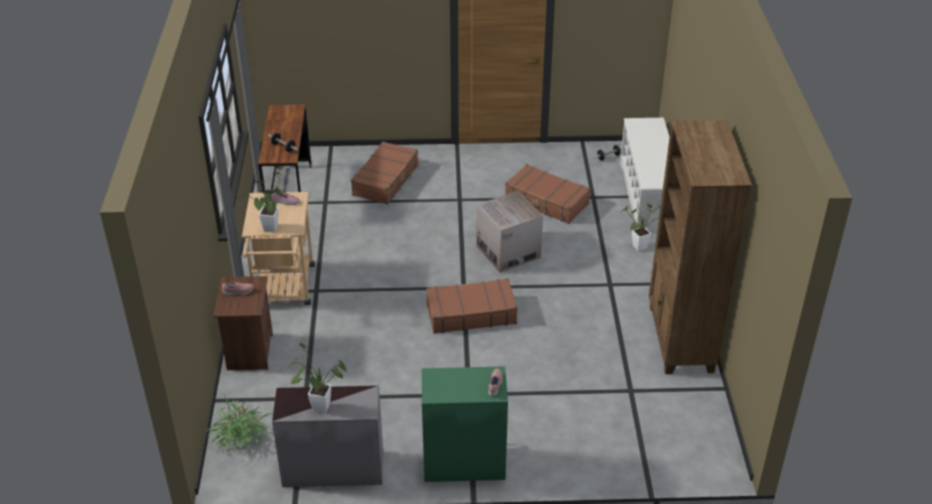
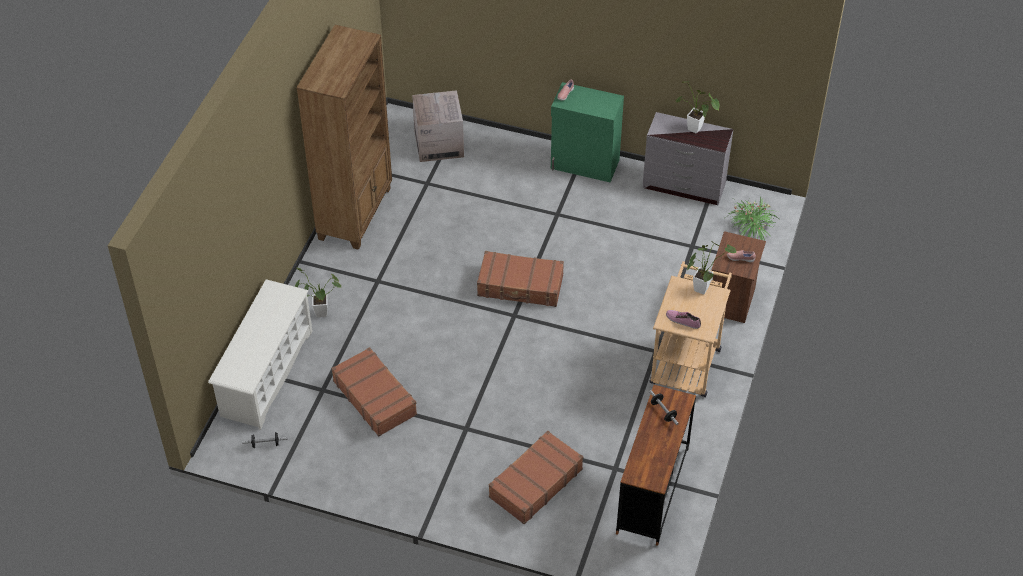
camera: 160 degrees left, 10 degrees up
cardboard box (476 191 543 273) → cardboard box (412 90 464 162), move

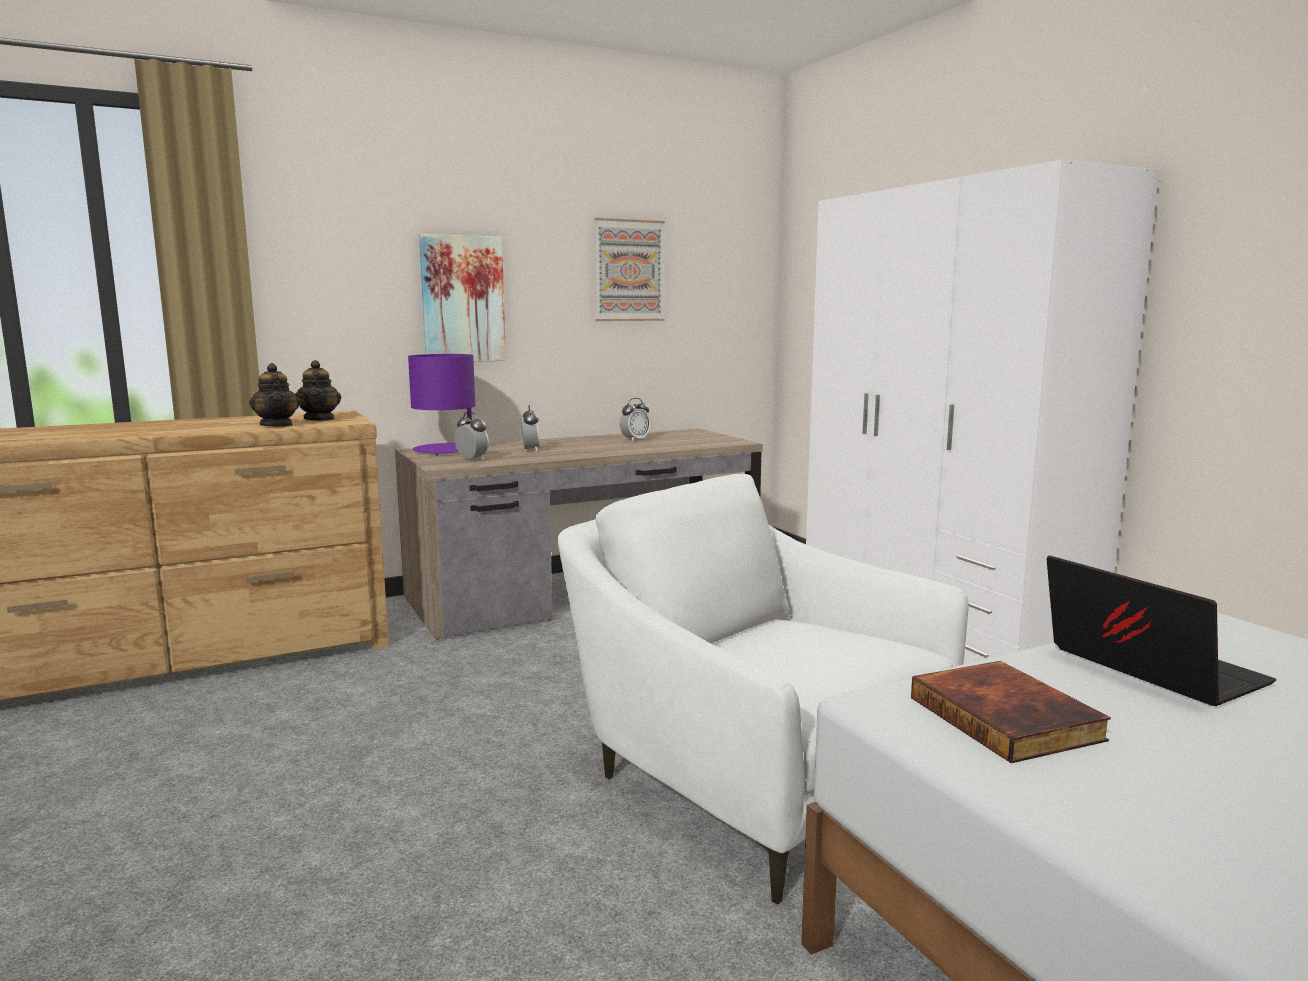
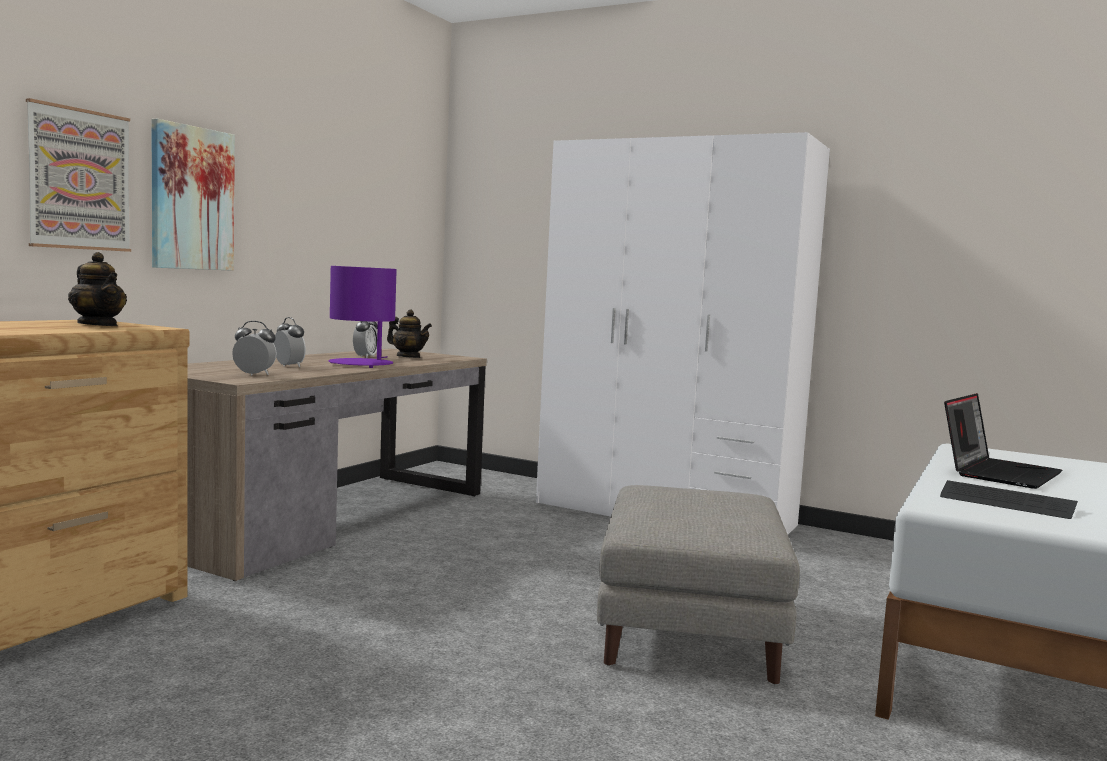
camera: 35 degrees left, 5 degrees down
teapot (249 363 300 427) → teapot (387 309 432 358), move
purple table lamp (408 354 475 456) → purple table lamp (328 266 397 368), move
picture (594 218 665 321) → picture (26 98 131 252), move
white armchair (558 474 969 904) → grey ottoman (597 485 800 684)
book (911 661 1111 763) → keyboard (940 480 1078 519)
laptop (1047 555 1276 706) → laptop (944 393 1062 489), 105 degrees clockwise

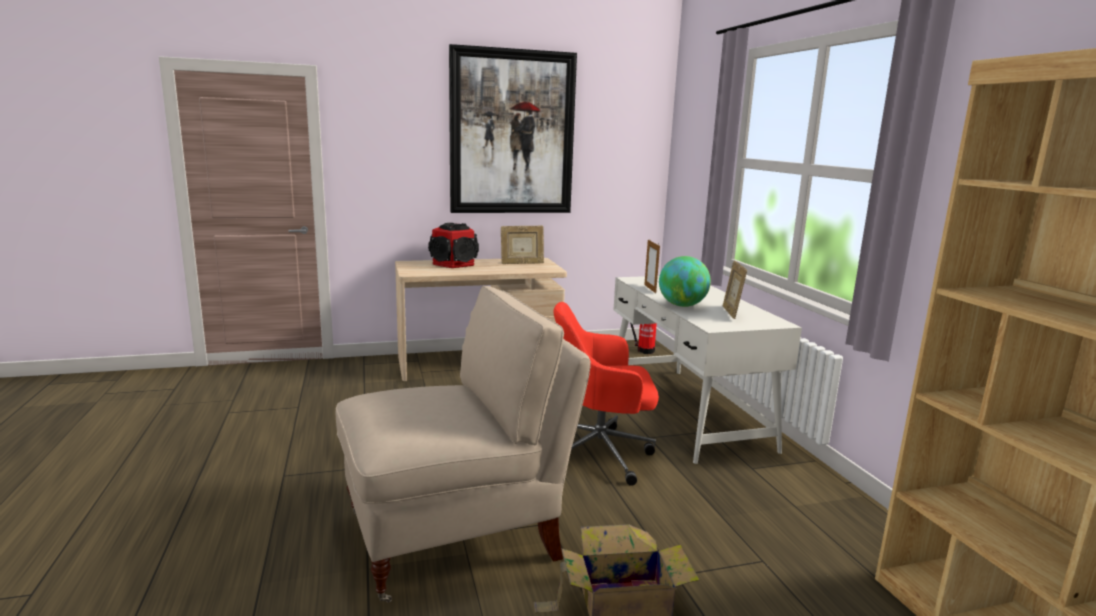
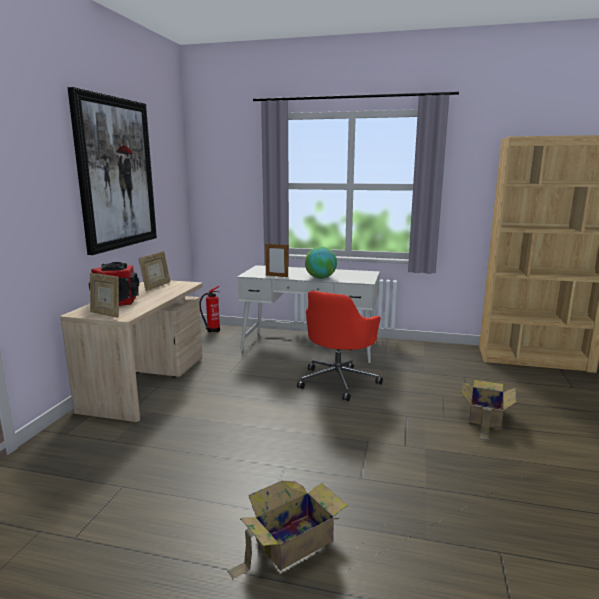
camera: 60 degrees left, 0 degrees up
beige chair (336 286 591 603) → -
- → cardboard box (227 481 348 579)
picture frame (723 261 747 319) → picture frame (90 273 119 318), move

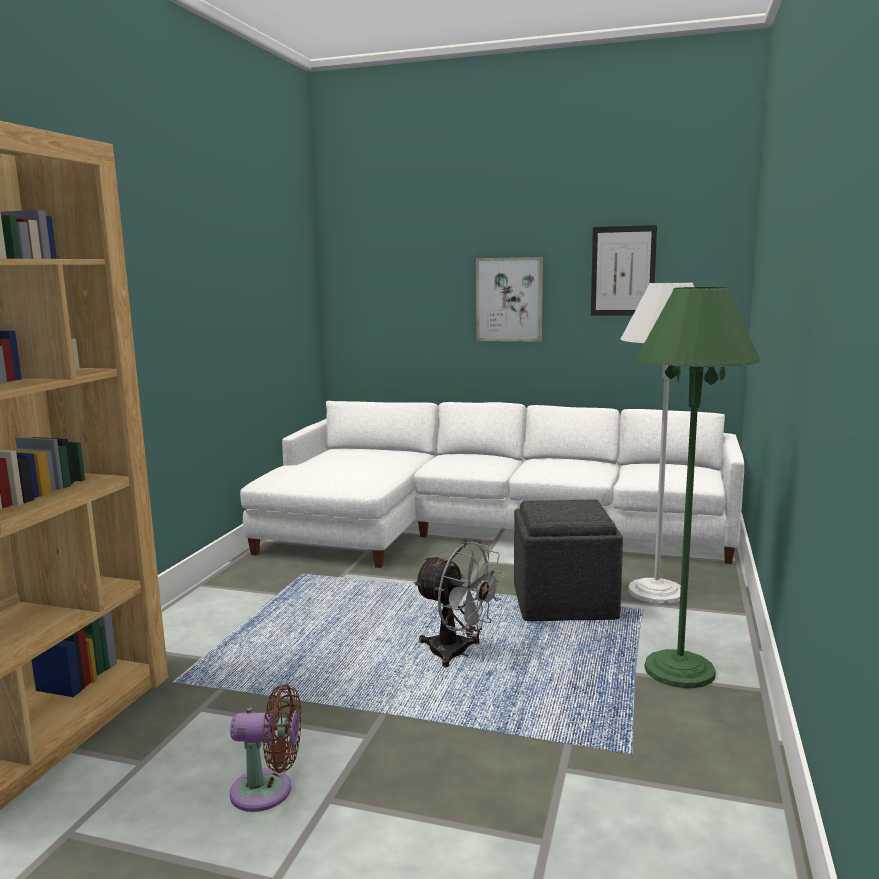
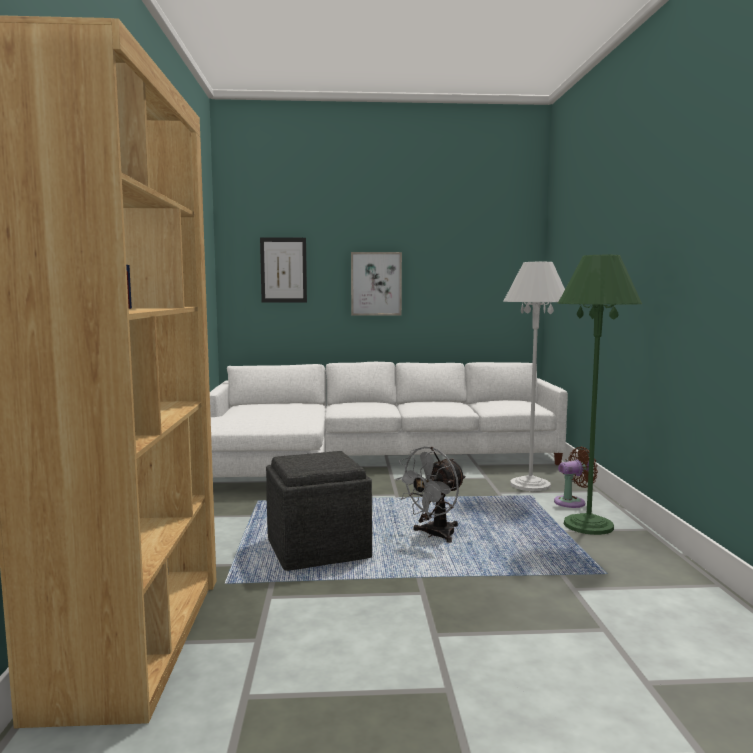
camera: 20 degrees left, 5 degrees down
brown fan (230 684 301 812) → brown fan (554 447 598 508), move
grey ottoman (514 500 623 621) → grey ottoman (266 451 372 571), move
picture (591 225 657 315) → picture (260 237 307 303), move
grey fan (413 541 504 667) → grey fan (395 446 466 543), 120 degrees clockwise

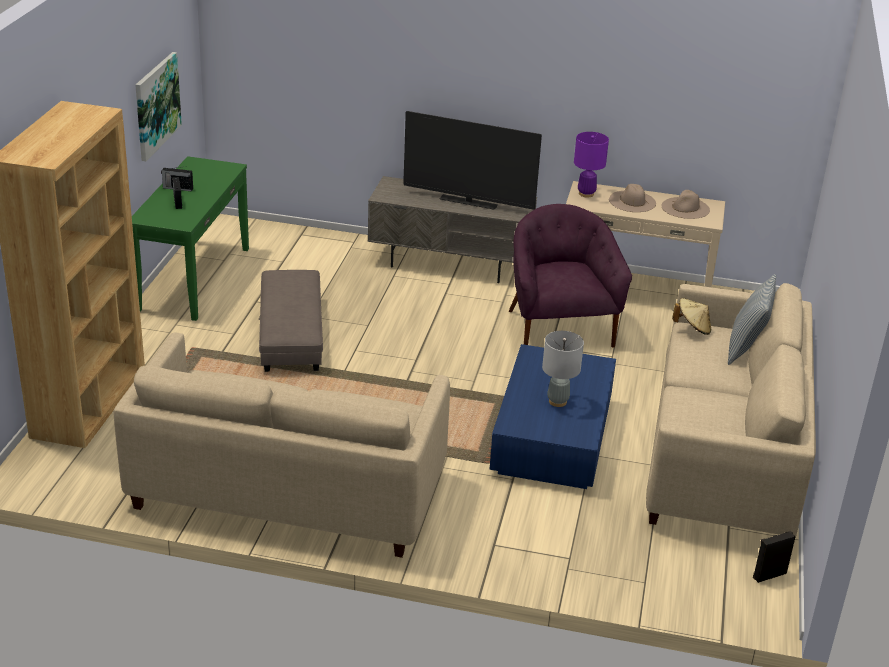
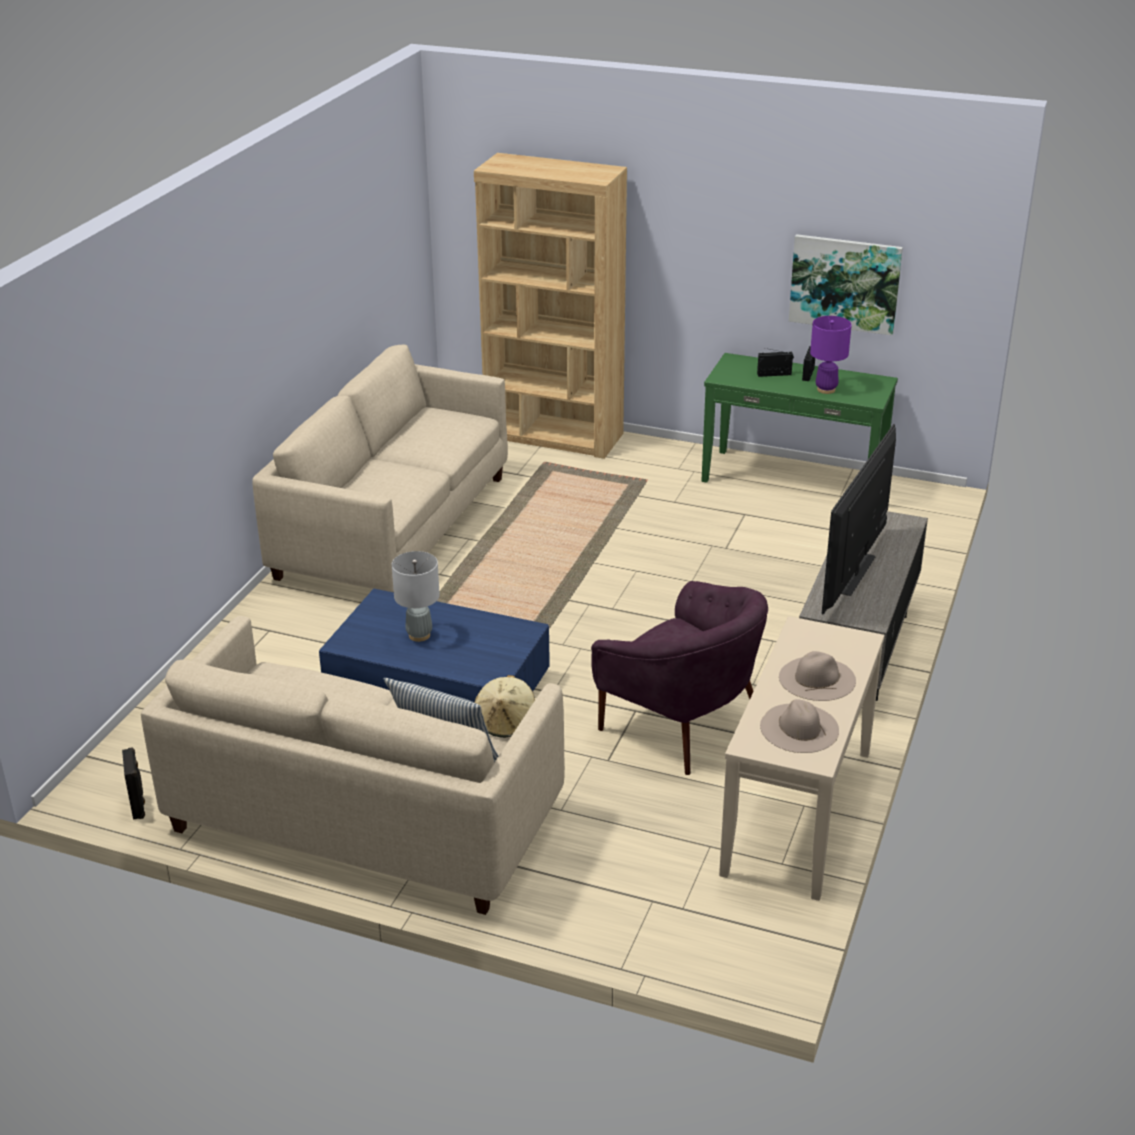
camera: 100 degrees right, 0 degrees up
grey ottoman (259 270 323 372) → -
purple table lamp (574 132 609 198) → purple table lamp (810 316 852 394), move
purple armchair (509 204 632 348) → purple armchair (591 581 768 775), 45 degrees clockwise

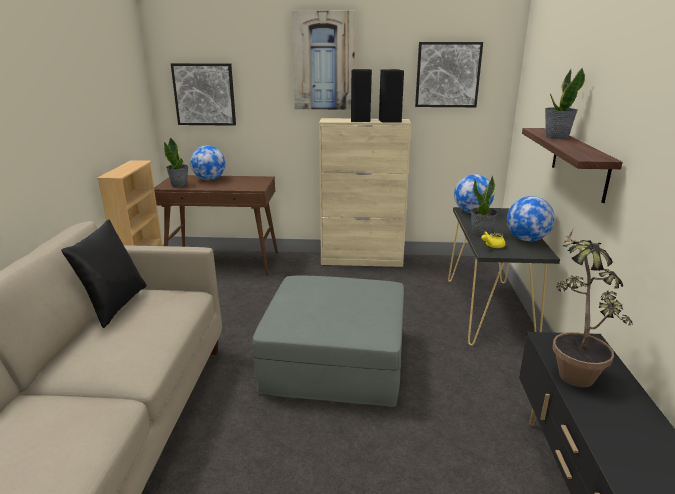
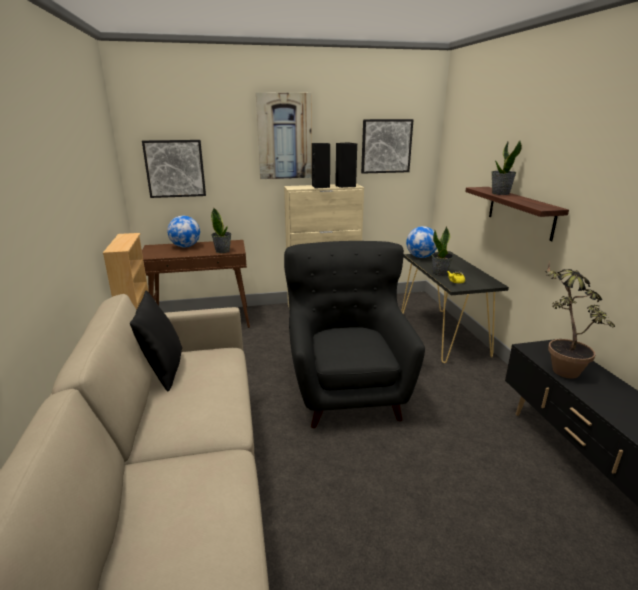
camera: 15 degrees left, 0 degrees up
globe (507 196 555 241) → -
potted plant (164 137 188 188) → potted plant (211 208 231 253), move
grey ottoman (252 276 404 407) → black armchair (284 241 425 428)

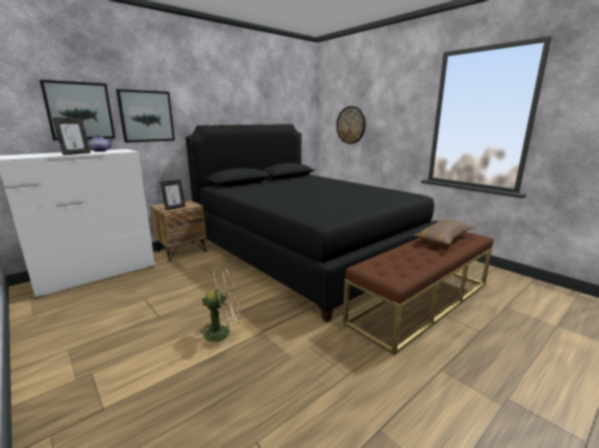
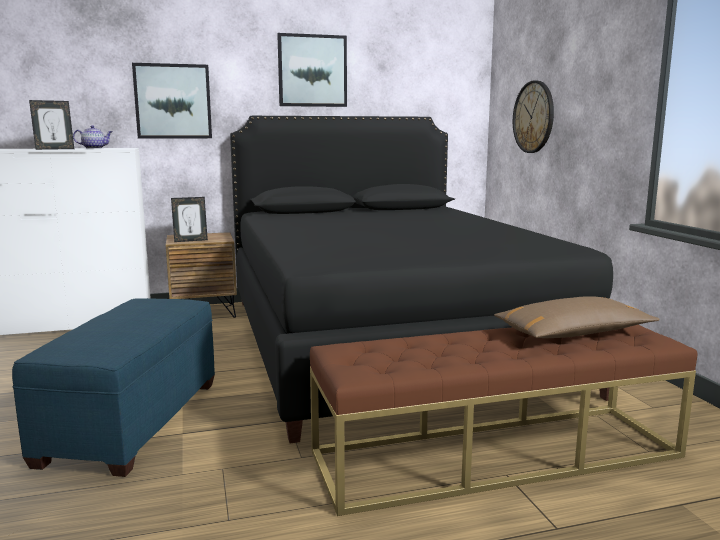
camera: 25 degrees right, 5 degrees down
picture (40 80 115 140) → picture (277 33 347 107), move
beige fan (195 268 241 346) → blue ottoman (12 298 215 477)

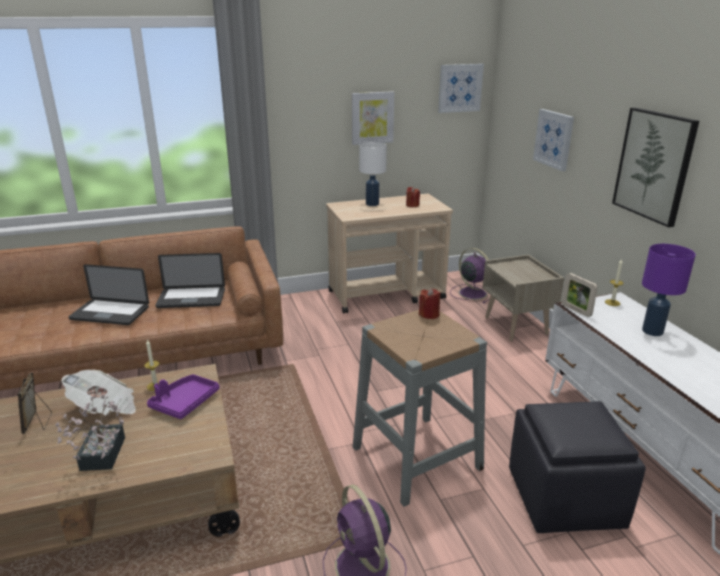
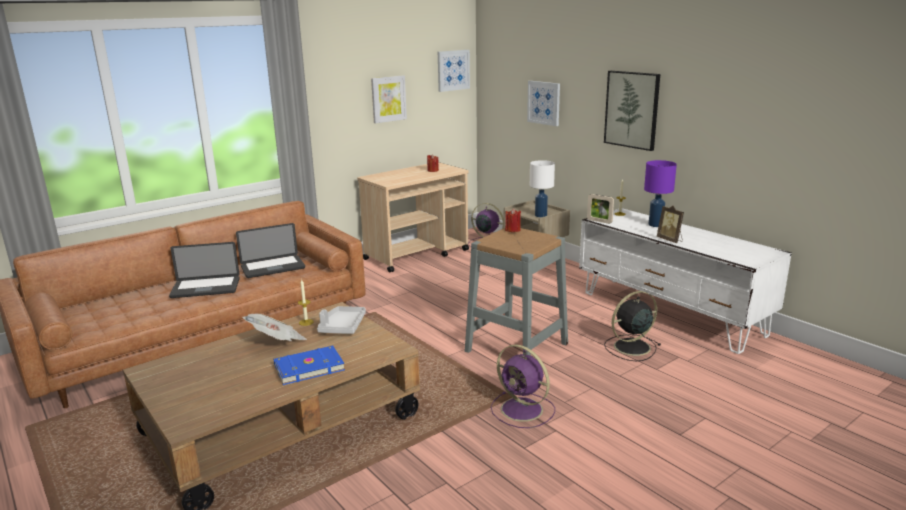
camera: 20 degrees left, 5 degrees down
picture frame (18 372 52 434) → picture frame (657 206 684 243), move
white table lamp (359 142 387 206) → white table lamp (530 160 555 217), move
potted plant (55 394 125 471) → blue book (274 346 345 385)
black ottoman (509 401 646 533) → black fan (604 291 661 361)
purple tray (147 374 220 419) → grey tray (317 306 366 334)

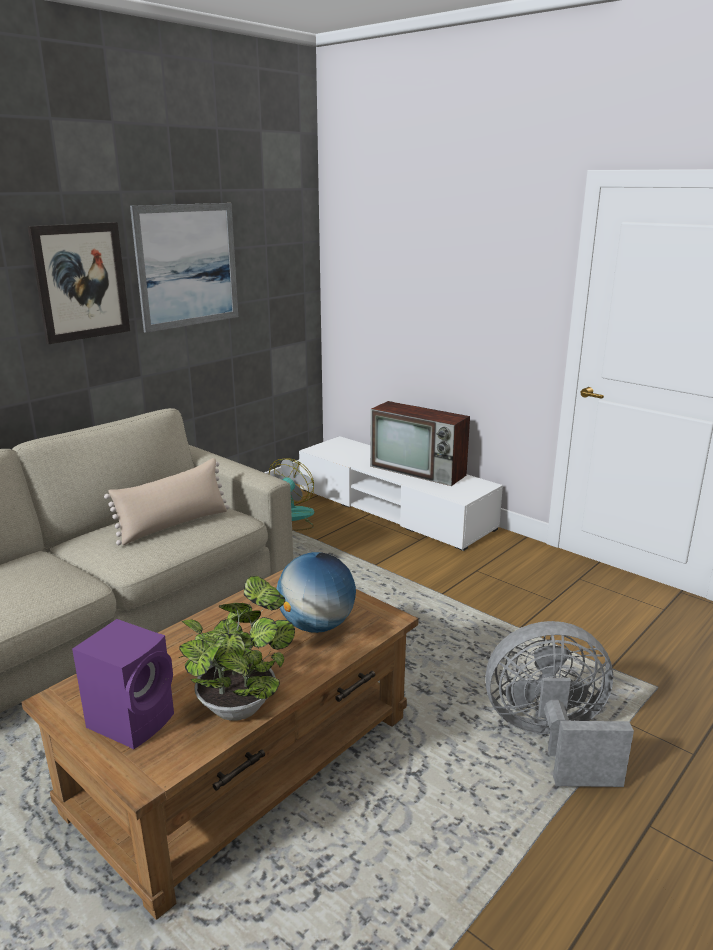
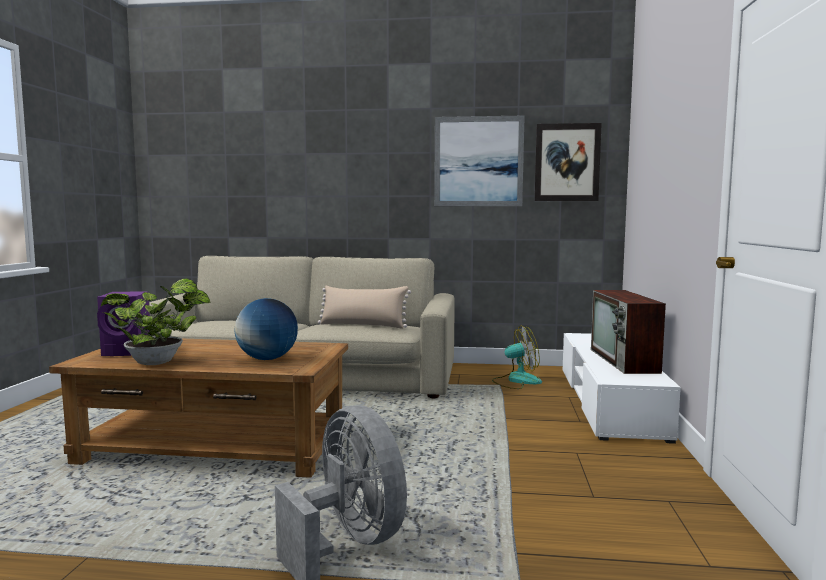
camera: 55 degrees right, 15 degrees down
picture (28 222 130 344) → picture (534 123 602 201), move

